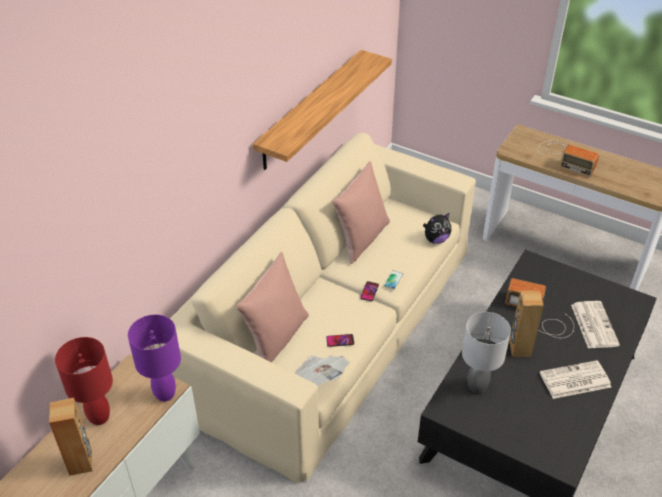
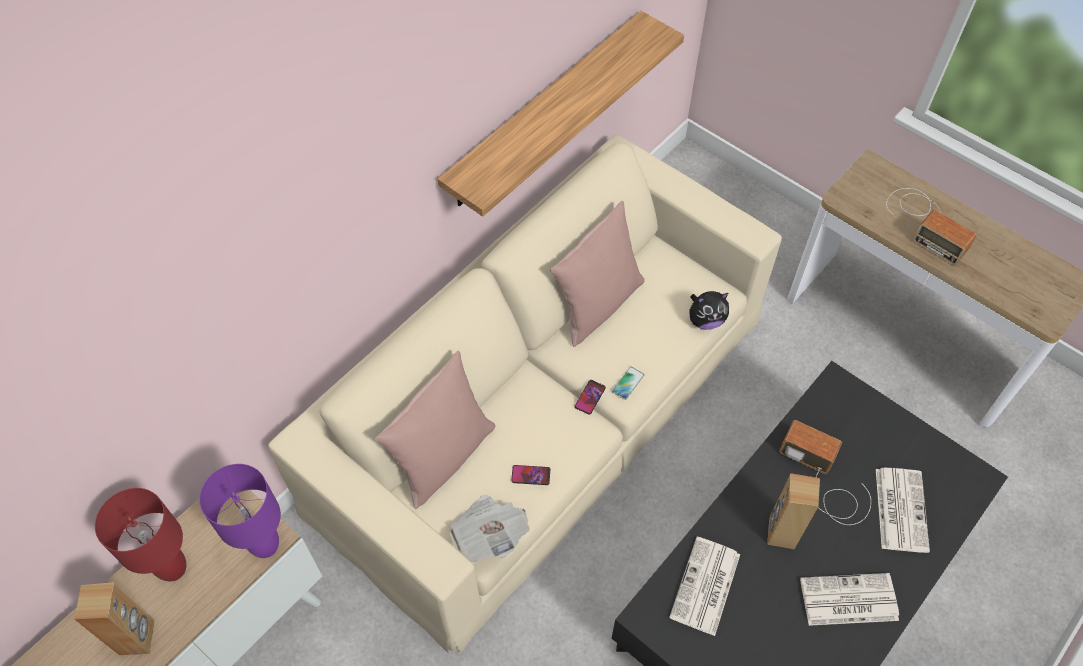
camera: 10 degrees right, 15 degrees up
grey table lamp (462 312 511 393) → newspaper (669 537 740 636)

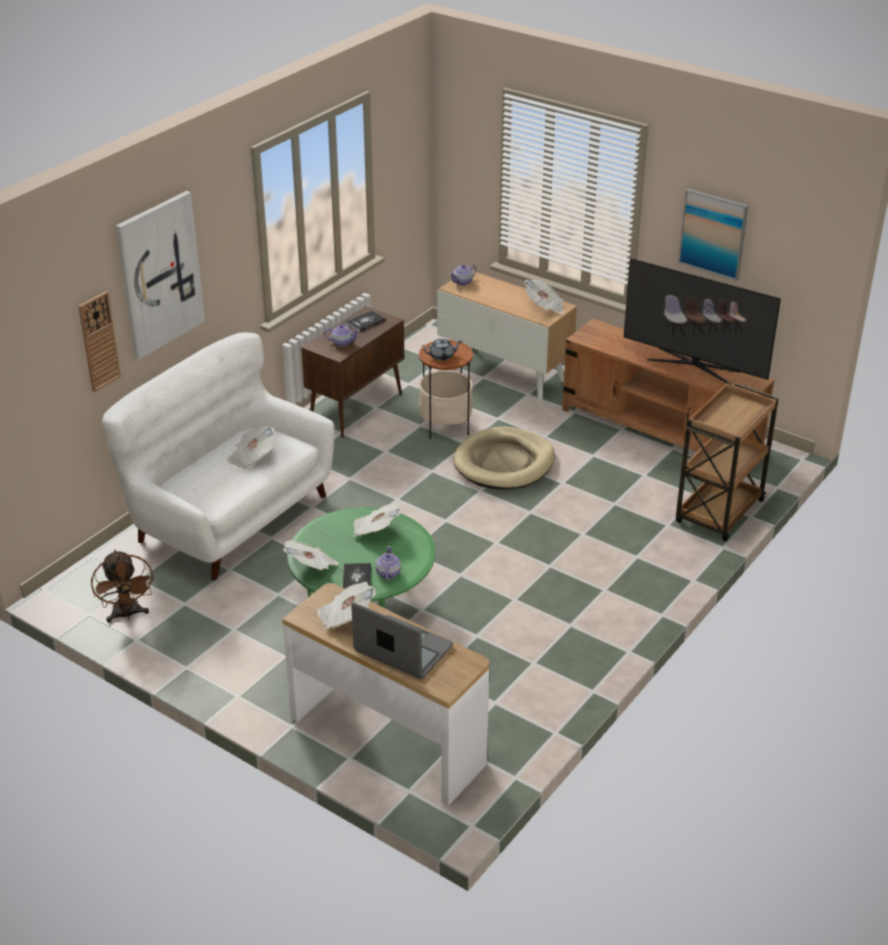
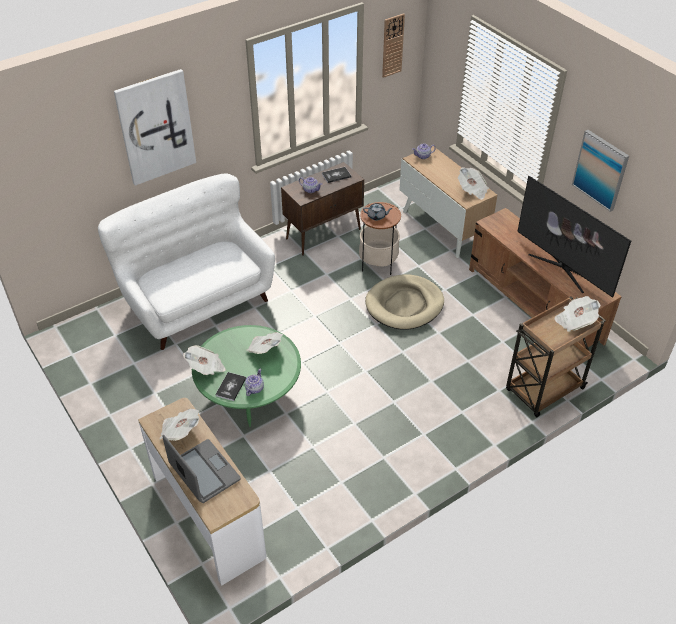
camera: 20 degrees right, 10 degrees up
brown fan (91 550 154 623) → -
wall clock (78 291 121 392) → wall clock (382 13 405 78), move
newspaper (227 426 275 469) → newspaper (554 296 601 332), move

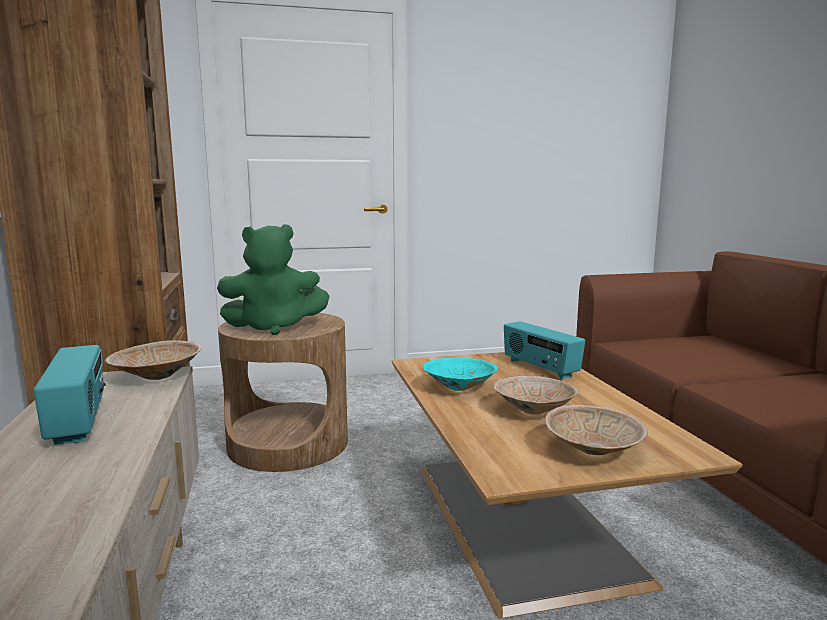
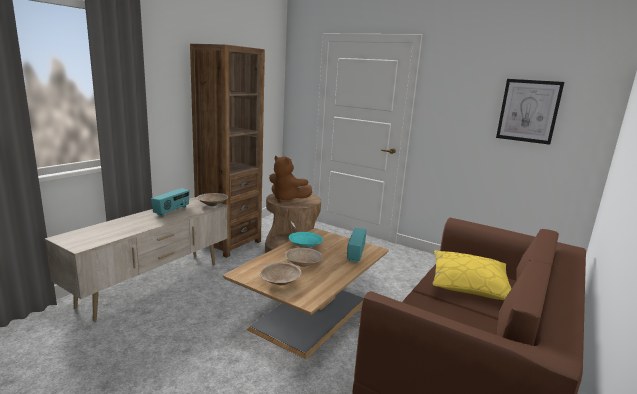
camera: 45 degrees right, 5 degrees up
- → yellow pillow (432 250 512 300)
- → picture (496 79 564 145)
green plush toy (217 224 330 335) → brown plush toy (269 156 312 203)

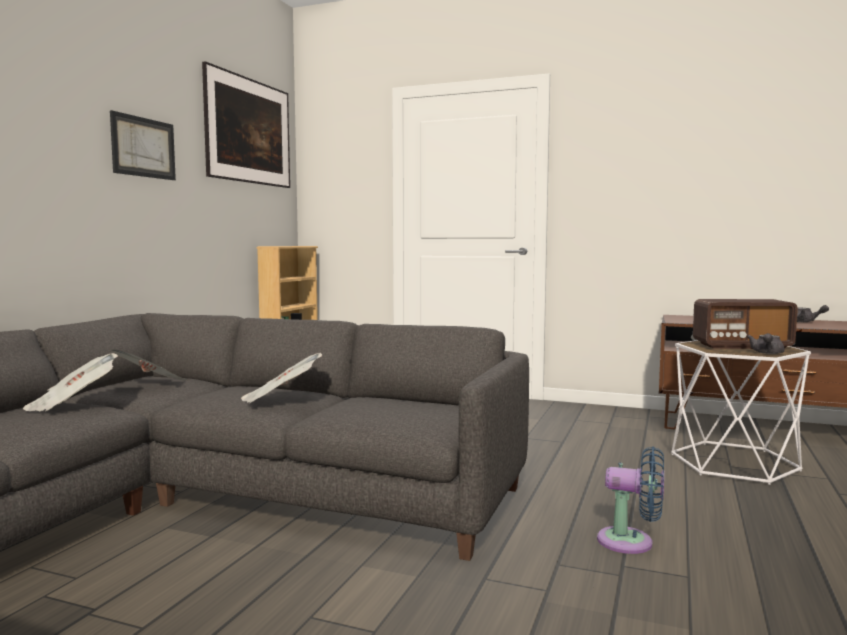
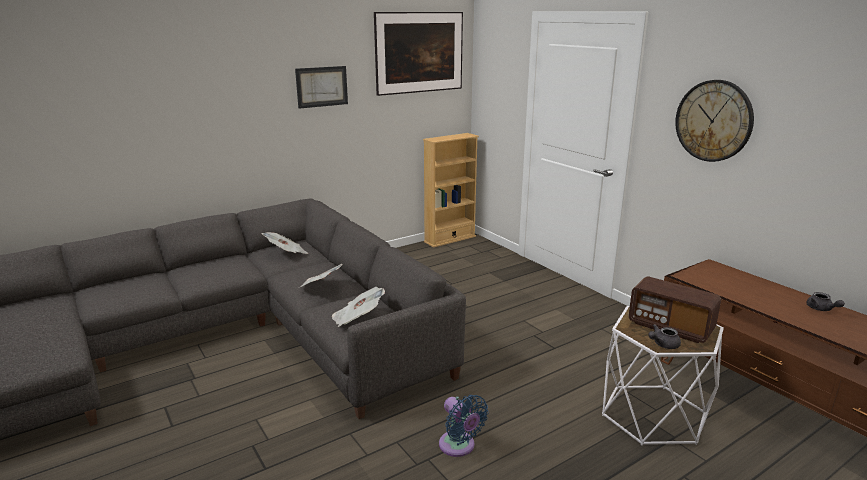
camera: 35 degrees right, 15 degrees up
- → wall clock (675 80 754 162)
newspaper (23 353 118 412) → newspaper (332 287 385 327), move

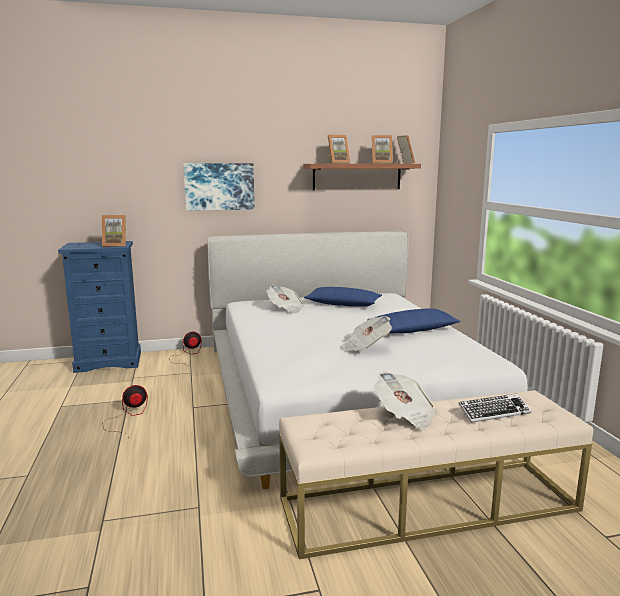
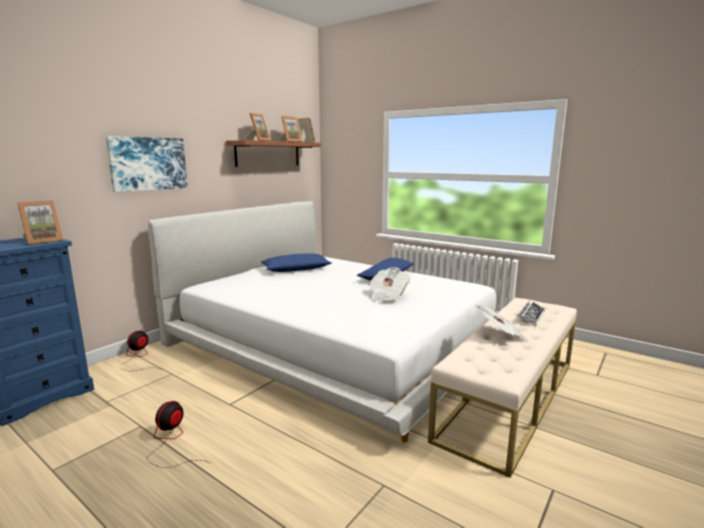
camera: 40 degrees left, 0 degrees up
newspaper (266 285 304 313) → -

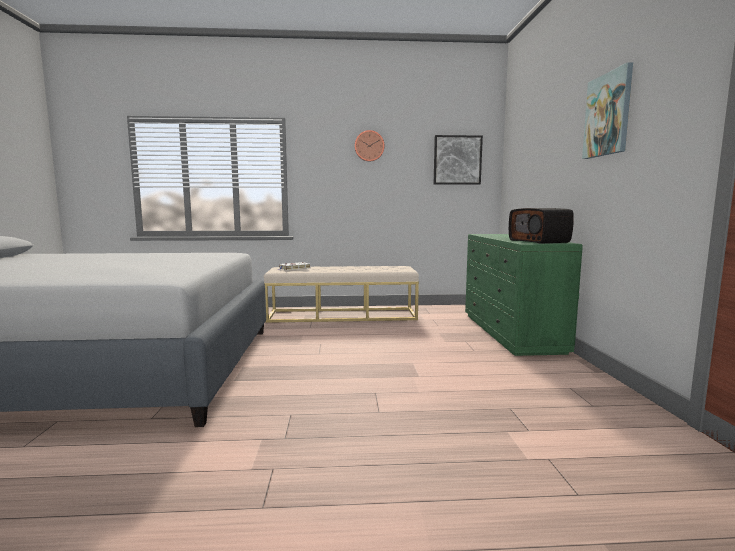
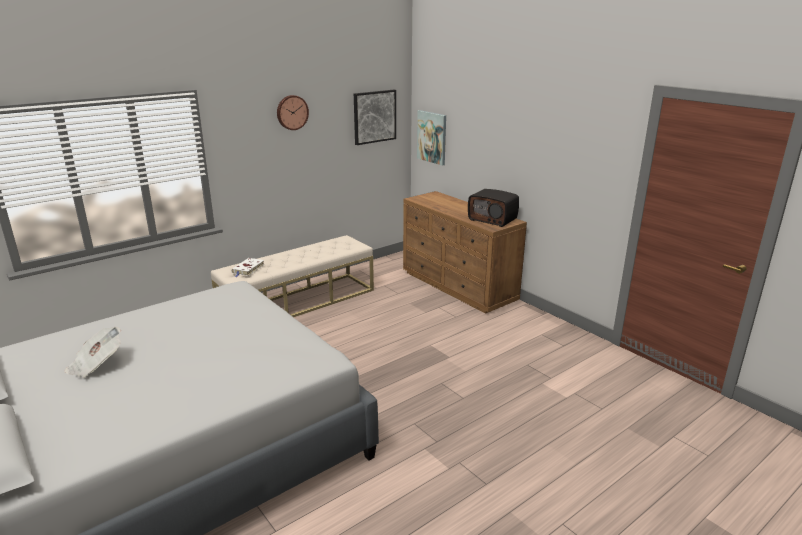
camera: 35 degrees left, 15 degrees up
- → newspaper (65 327 121 378)
picture (582 62 633 159) → picture (417 110 446 166), move
green dresser (465 234 583 356) → brown dresser (403 191 527 314)

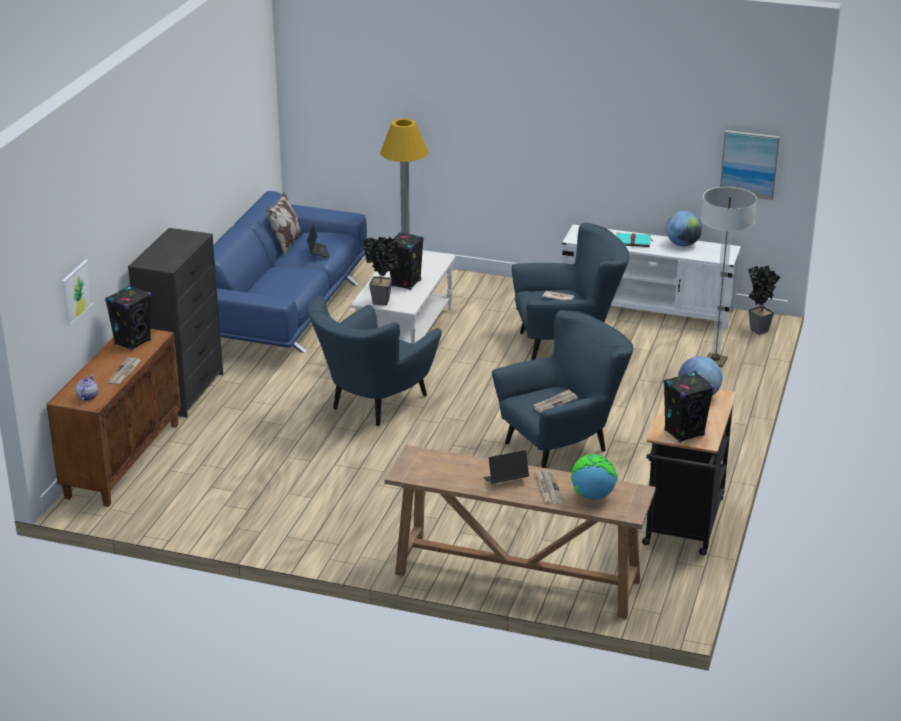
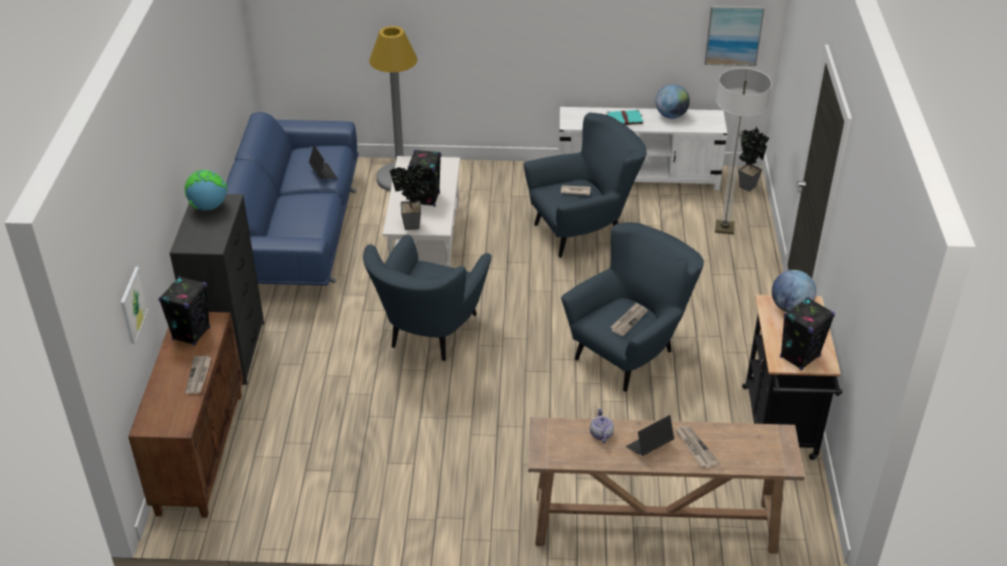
camera: 15 degrees left, 10 degrees up
pillow (266 191 302 255) → -
teapot (76 375 98 401) → teapot (590 408 614 443), move
globe (571 454 618 500) → globe (185 170 227 210), move

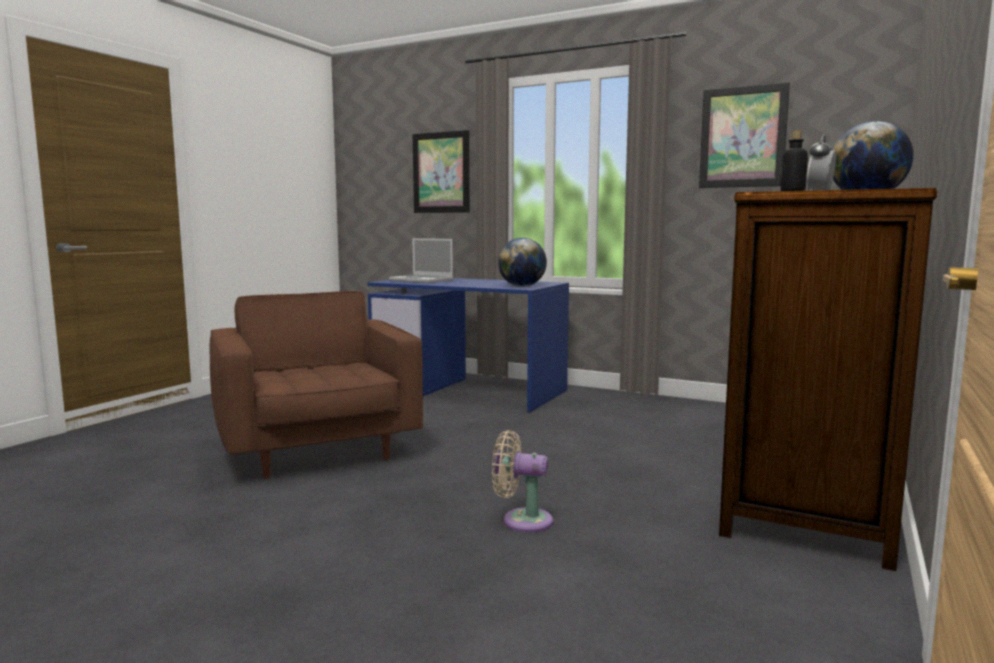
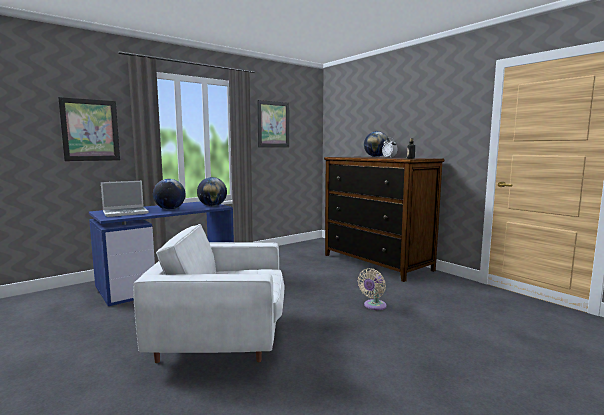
camera: 65 degrees left, 0 degrees up
- → globe (153 179 185 210)
brown armchair (209 291 423 478) → white armchair (133 224 285 363)

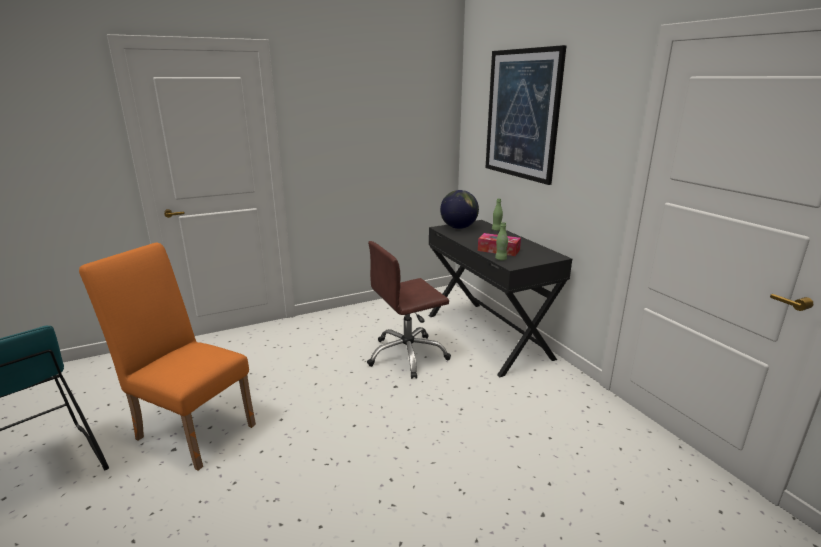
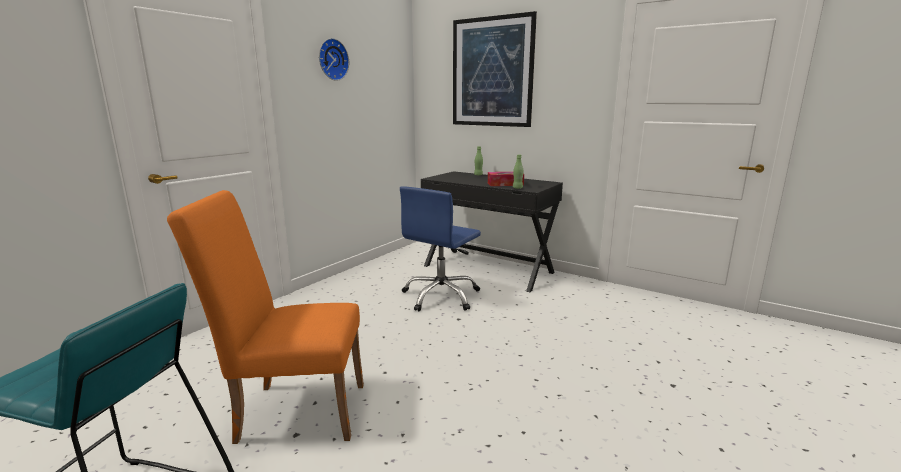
camera: 30 degrees left, 5 degrees down
globe (440 190 479 229) → -
- → wall clock (319 38 349 81)
brown office chair (367 241 451 379) → blue office chair (400 186 481 311)

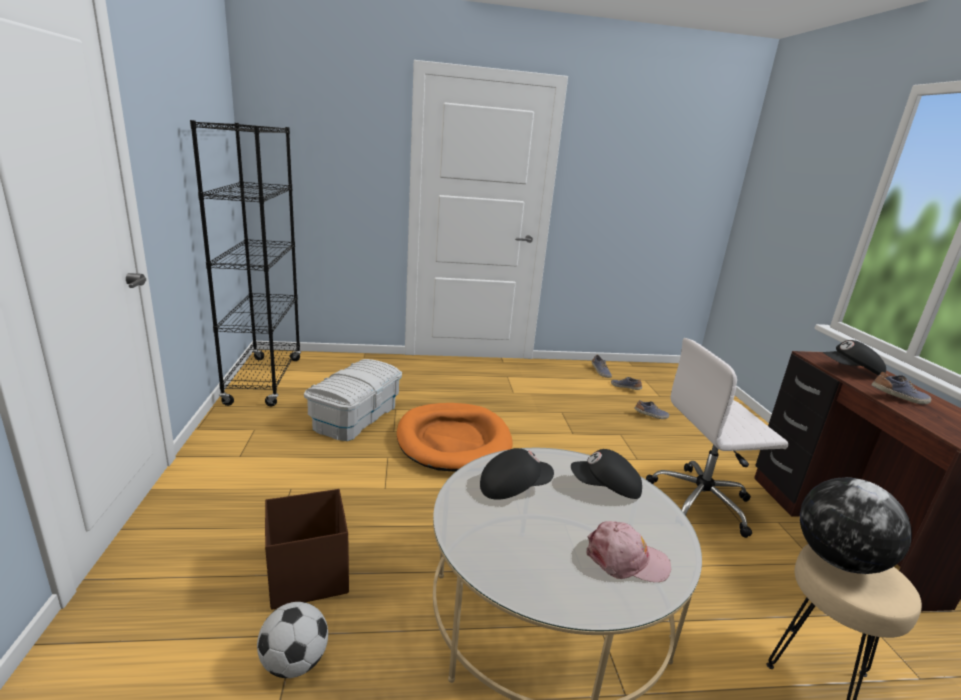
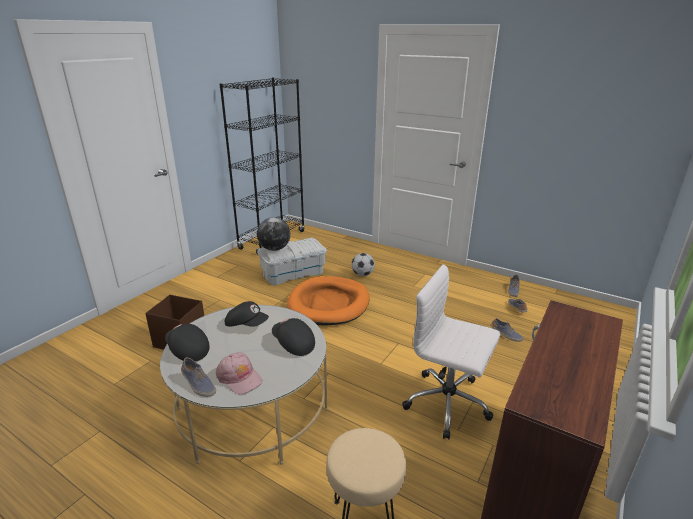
camera: 40 degrees right, 5 degrees up
football (257 602 328 678) → football (351 253 375 276), move
globe (800 477 912 574) → globe (257 217 290 251), move
black cap (823 340 886 375) → black cap (165 324 210 362), move
shoe (871 372 931 404) → shoe (181 357 216 397), move

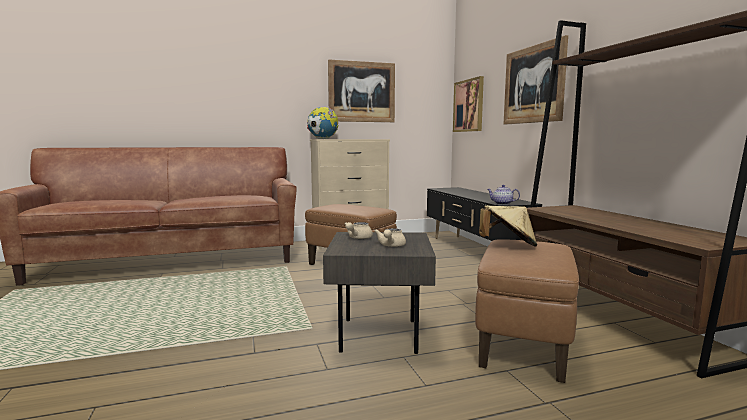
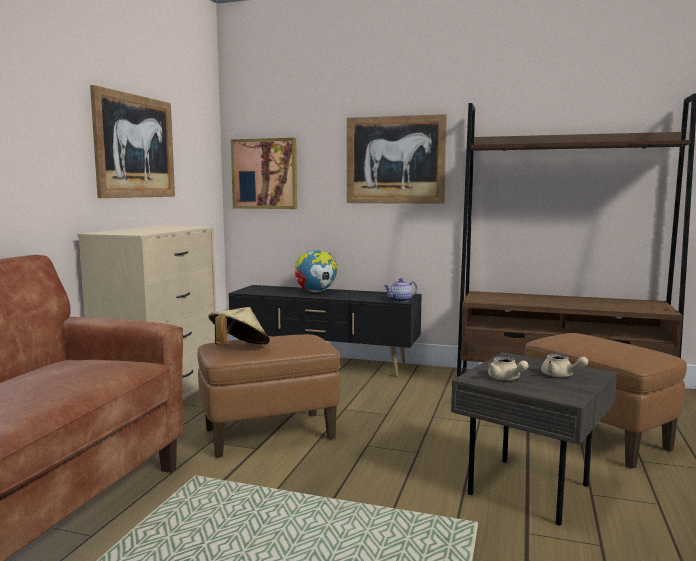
camera: 55 degrees left, 0 degrees up
globe (307 107 338 139) → globe (295 250 338 292), move
beige hat (479 205 537 247) → beige hat (209 307 270 346), move

